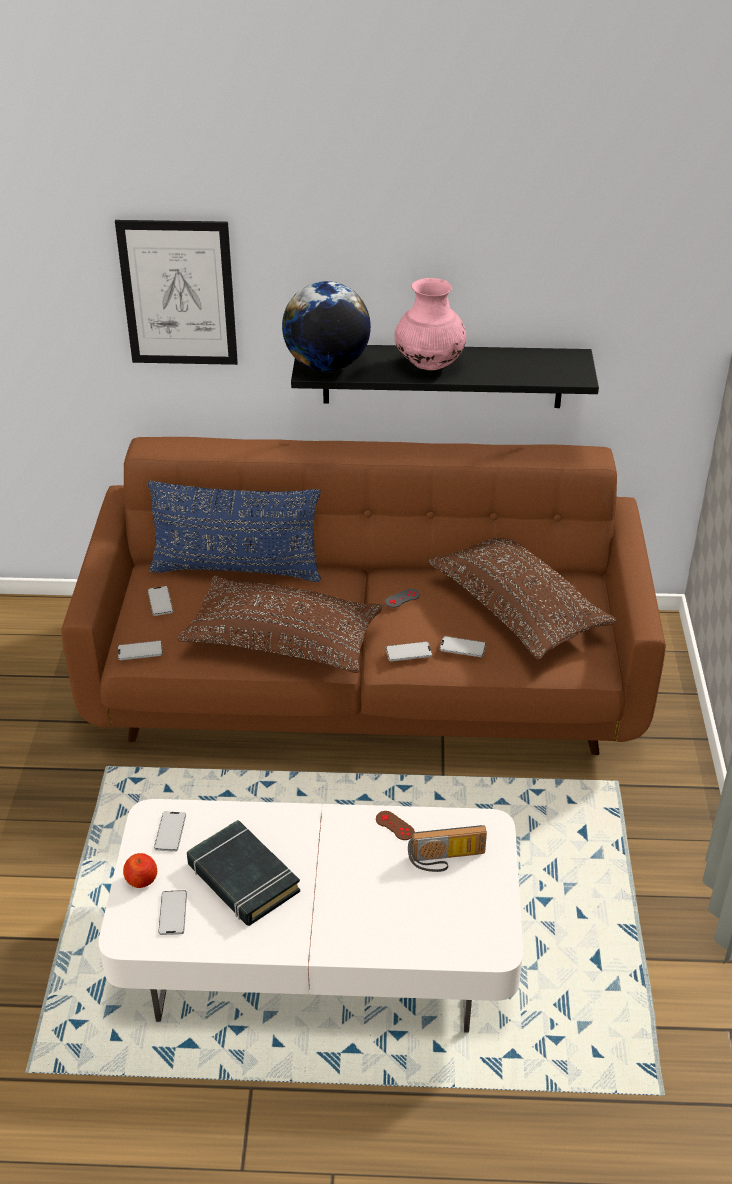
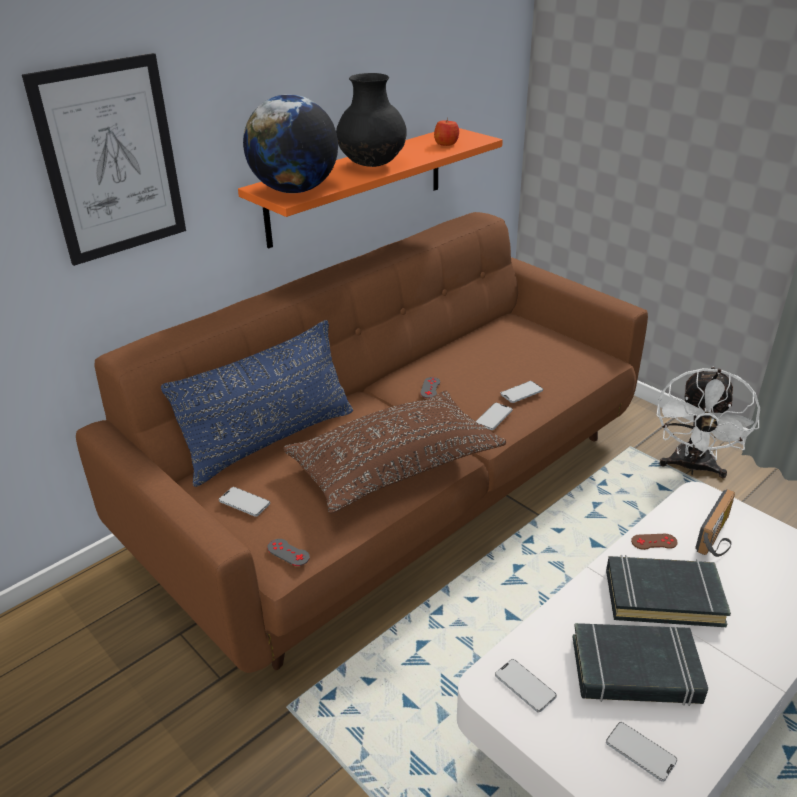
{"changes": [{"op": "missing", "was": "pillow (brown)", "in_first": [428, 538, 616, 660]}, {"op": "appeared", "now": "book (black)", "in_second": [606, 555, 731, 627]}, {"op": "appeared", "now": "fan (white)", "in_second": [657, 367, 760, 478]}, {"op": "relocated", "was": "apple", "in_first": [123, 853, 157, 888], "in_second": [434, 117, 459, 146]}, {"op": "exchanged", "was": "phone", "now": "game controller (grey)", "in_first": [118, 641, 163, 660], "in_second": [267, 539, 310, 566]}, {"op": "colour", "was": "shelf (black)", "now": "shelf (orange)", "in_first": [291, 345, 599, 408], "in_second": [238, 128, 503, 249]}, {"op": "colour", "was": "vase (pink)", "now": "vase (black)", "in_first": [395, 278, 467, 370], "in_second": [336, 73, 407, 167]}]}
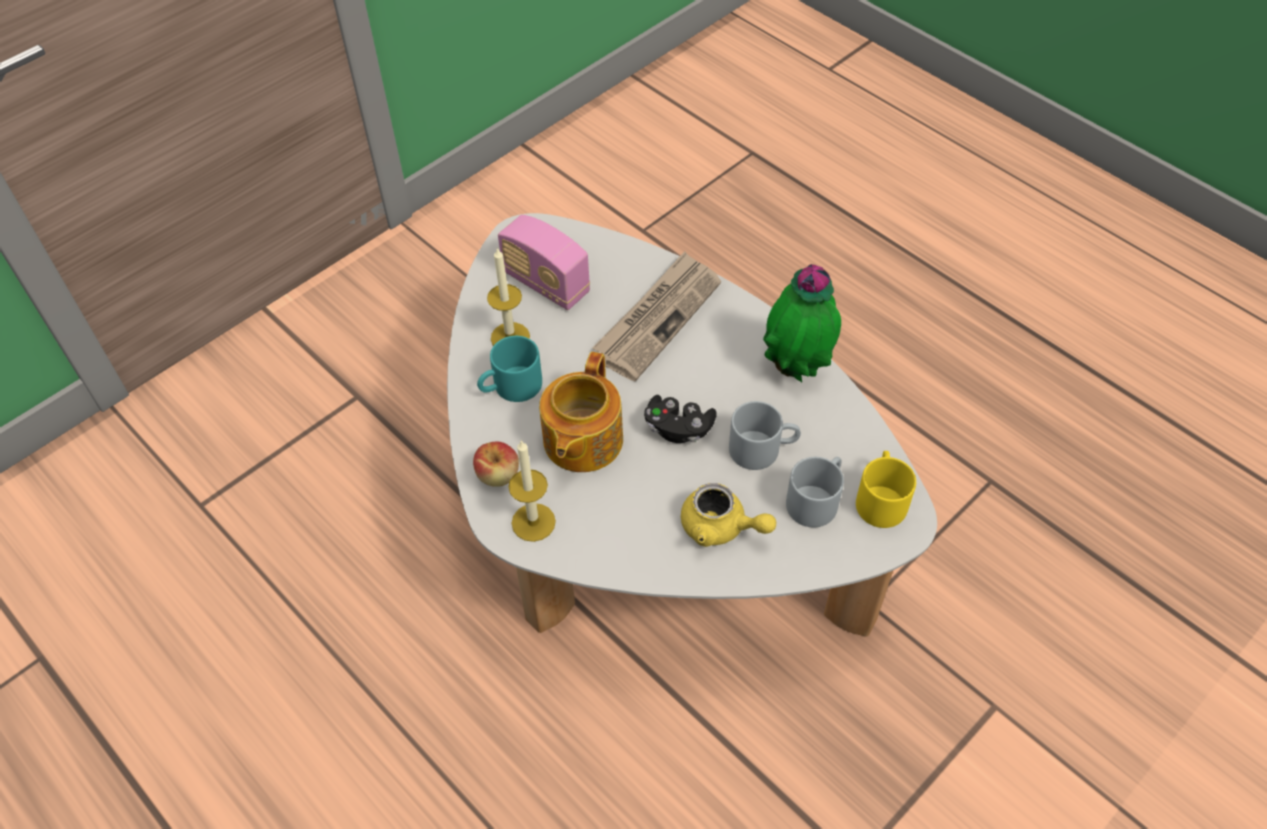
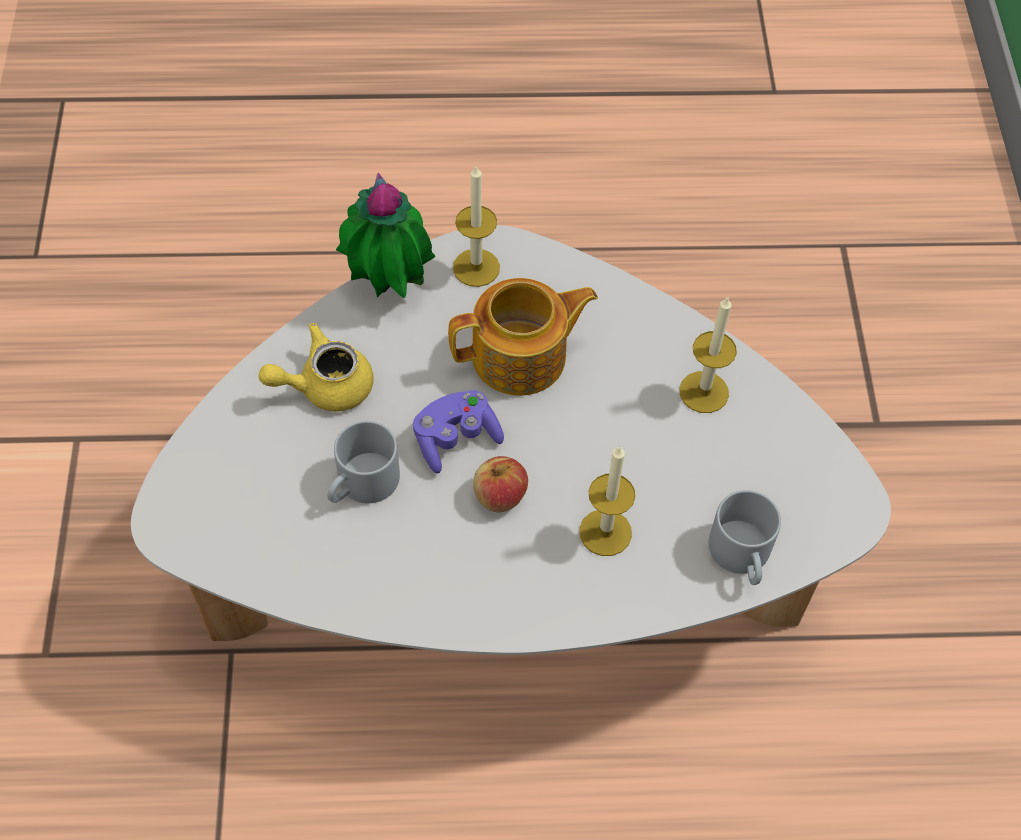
{"changes": [{"op": "missing", "was": "mug (turquoise)", "in_first": [477, 336, 542, 402]}, {"op": "missing", "was": "radio", "in_first": [498, 215, 590, 310]}, {"op": "missing", "was": "mug (yellow)", "in_first": [856, 451, 916, 528]}, {"op": "relocated", "was": "apple", "in_first": [473, 442, 519, 487], "in_second": [473, 456, 528, 512]}, {"op": "relocated", "was": "potted plant", "in_first": [763, 264, 841, 382], "in_second": [336, 173, 435, 298]}, {"op": "relocated", "was": "mug (grey)", "in_first": [786, 457, 844, 527], "in_second": [708, 490, 781, 585]}, {"op": "exchanged", "was": "newspaper", "now": "candle", "in_first": [592, 251, 721, 382], "in_second": [579, 446, 635, 556]}, {"op": "colour", "was": "game controller (black)", "now": "game controller (purple)", "in_first": [644, 395, 717, 443], "in_second": [413, 390, 504, 473]}, {"op": "spun", "was": "teapot", "in_first": [539, 352, 623, 472], "in_second": [448, 278, 598, 396], "clockwise": 105}]}
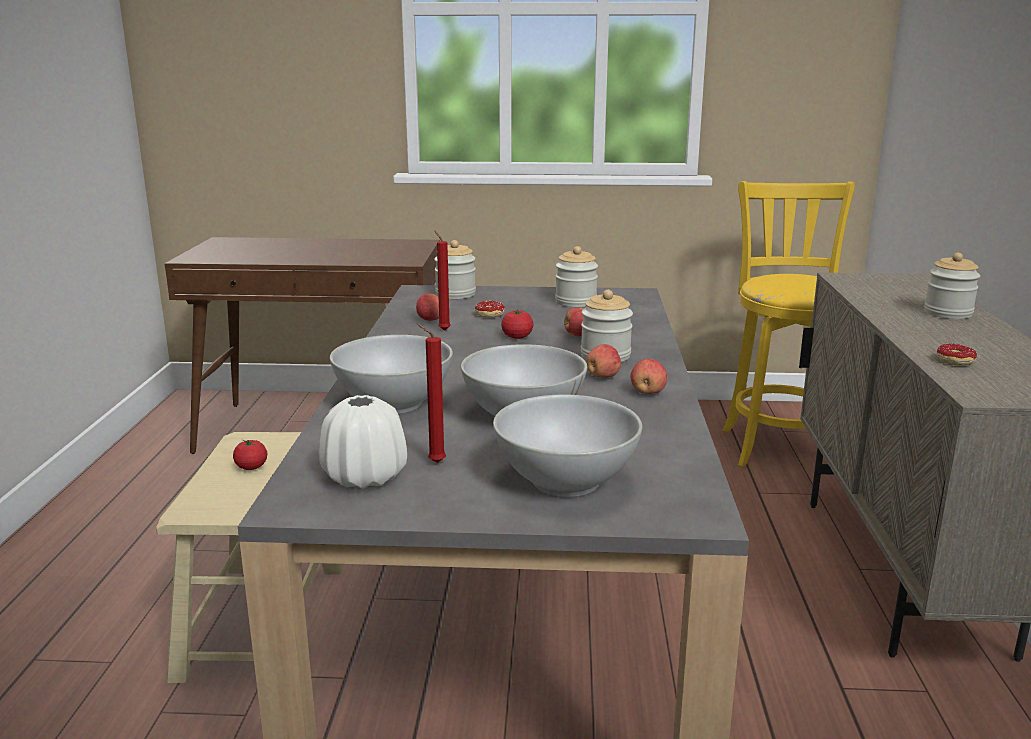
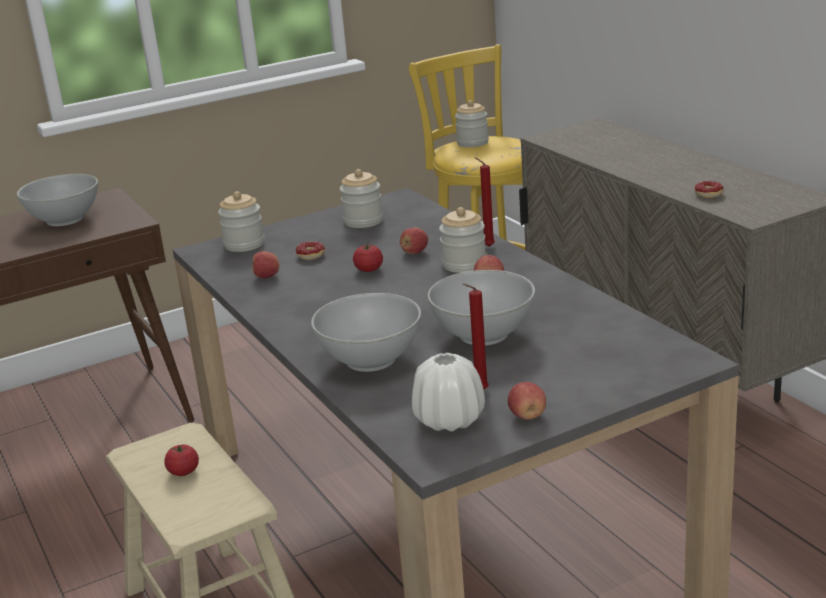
{"changes": [{"op": "relocated", "was": "candle (red)", "in_first": [435, 231, 451, 331], "in_second": [474, 157, 495, 247]}, {"op": "relocated", "was": "bowl (white)", "in_first": [493, 394, 642, 497], "in_second": [17, 174, 98, 226]}, {"op": "relocated", "was": "apple", "in_first": [631, 359, 667, 394], "in_second": [508, 382, 546, 420]}, {"op": "relocated", "was": "jar", "in_first": [924, 253, 980, 319], "in_second": [455, 100, 489, 147]}]}
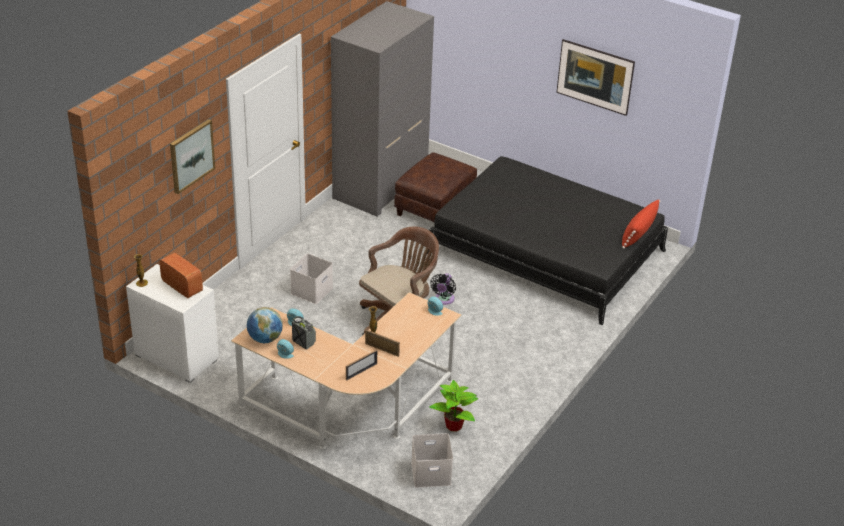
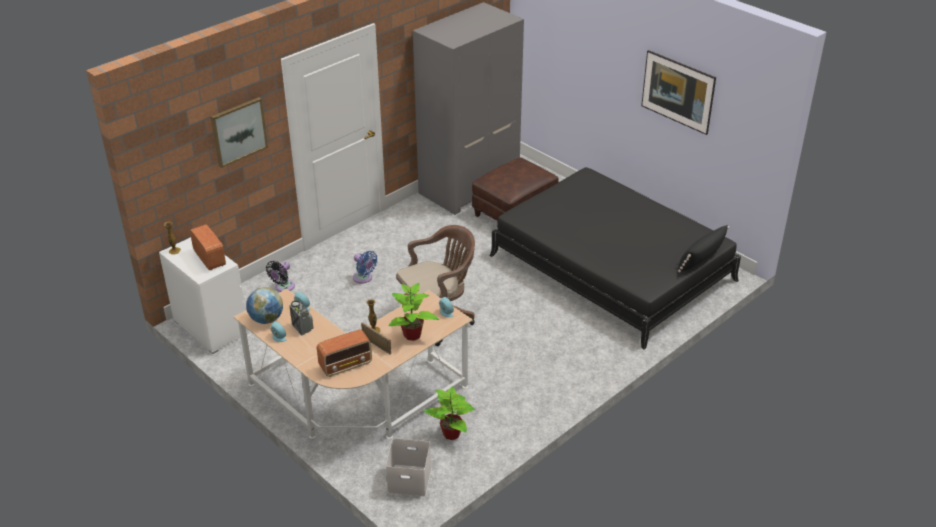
{"changes": [{"op": "appeared", "now": "potted plant", "in_second": [389, 283, 439, 341]}, {"op": "relocated", "was": "fan (black)", "in_first": [430, 273, 456, 305], "in_second": [266, 261, 295, 292]}, {"op": "exchanged", "was": "storage box (white)", "now": "fan (blue)", "in_first": [290, 253, 333, 304], "in_second": [353, 251, 378, 284]}, {"op": "exchanged", "was": "picture frame", "now": "radio", "in_first": [346, 350, 377, 381], "in_second": [317, 329, 372, 377]}, {"op": "colour", "was": "pillow (red)", "now": "pillow (black)", "in_first": [622, 200, 661, 249], "in_second": [678, 225, 729, 272]}]}
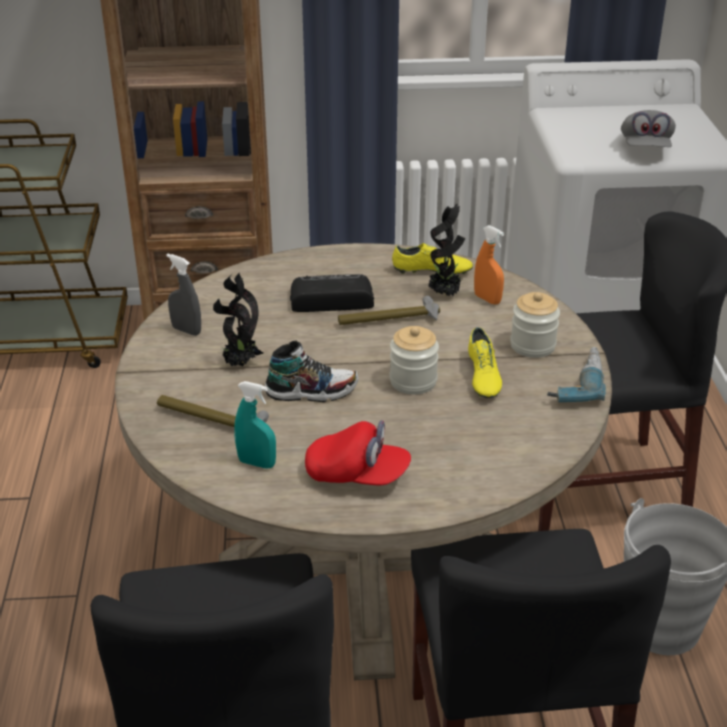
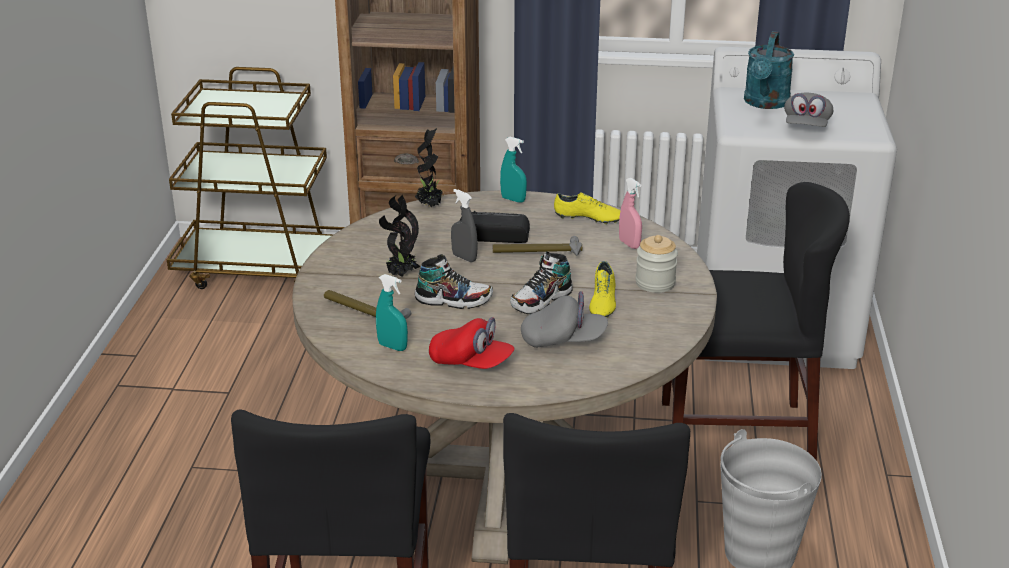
{"changes": [{"op": "missing", "was": "power drill", "in_first": [547, 347, 606, 402]}, {"op": "appeared", "now": "spray bottle (turquoise)", "in_second": [500, 137, 527, 203]}, {"op": "appeared", "now": "cap (grey)", "in_second": [521, 291, 608, 348]}, {"op": "appeared", "now": "watering can (turquoise)", "in_second": [744, 31, 794, 109]}, {"op": "relocated", "was": "spray bottle (grey)", "in_first": [166, 254, 201, 336], "in_second": [451, 189, 478, 262]}, {"op": "relocated", "was": "potted plant", "in_first": [428, 204, 465, 296], "in_second": [415, 128, 443, 207]}, {"op": "exchanged", "was": "jar", "now": "shoe", "in_first": [390, 326, 439, 395], "in_second": [510, 252, 573, 314]}, {"op": "colour", "was": "spray bottle (orange)", "now": "spray bottle (pink)", "in_first": [474, 225, 504, 305], "in_second": [619, 178, 642, 249]}]}
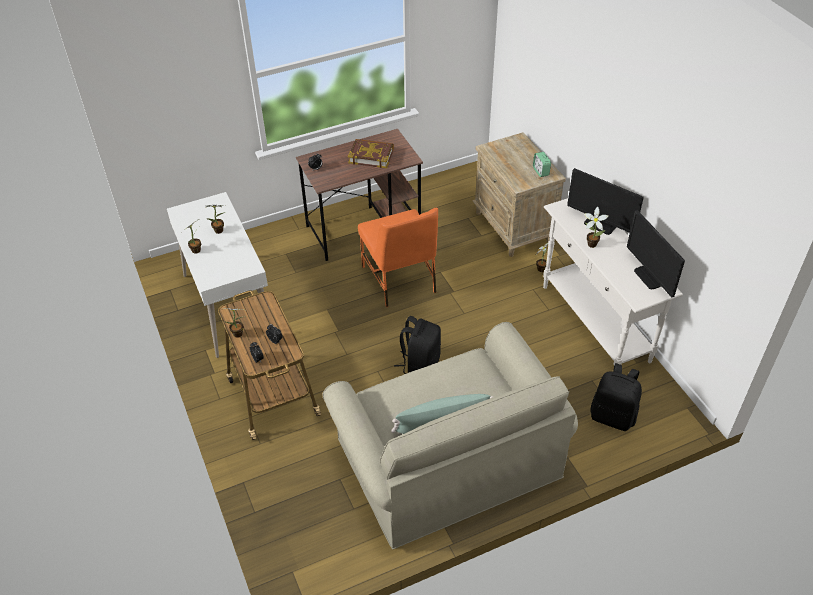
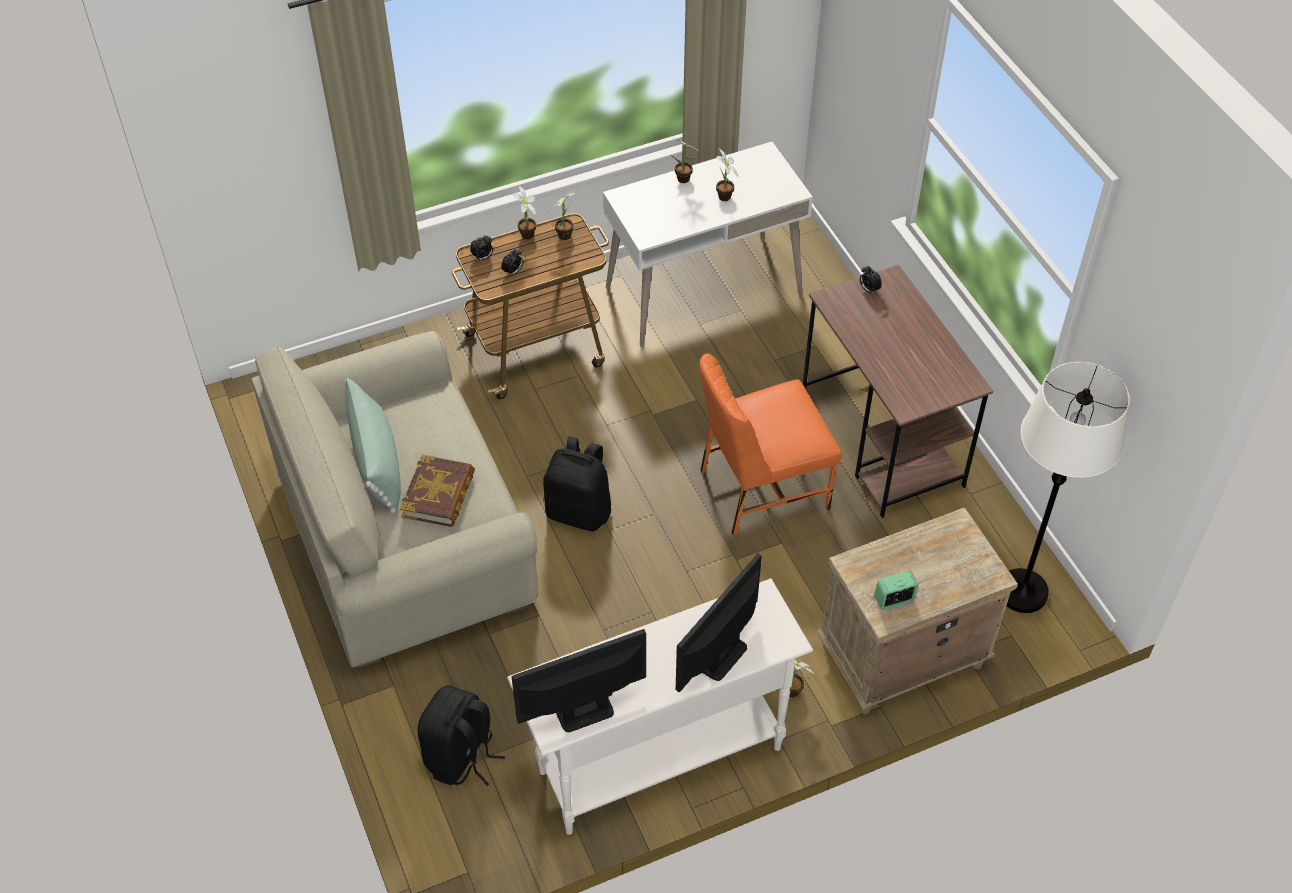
{"changes": [{"op": "appeared", "now": "floor lamp (white)", "in_second": [1007, 362, 1130, 613]}, {"op": "relocated", "was": "book", "in_first": [348, 139, 394, 168], "in_second": [400, 454, 475, 527]}, {"op": "relocated", "was": "potted plant", "in_first": [585, 207, 608, 248], "in_second": [549, 190, 575, 240]}]}
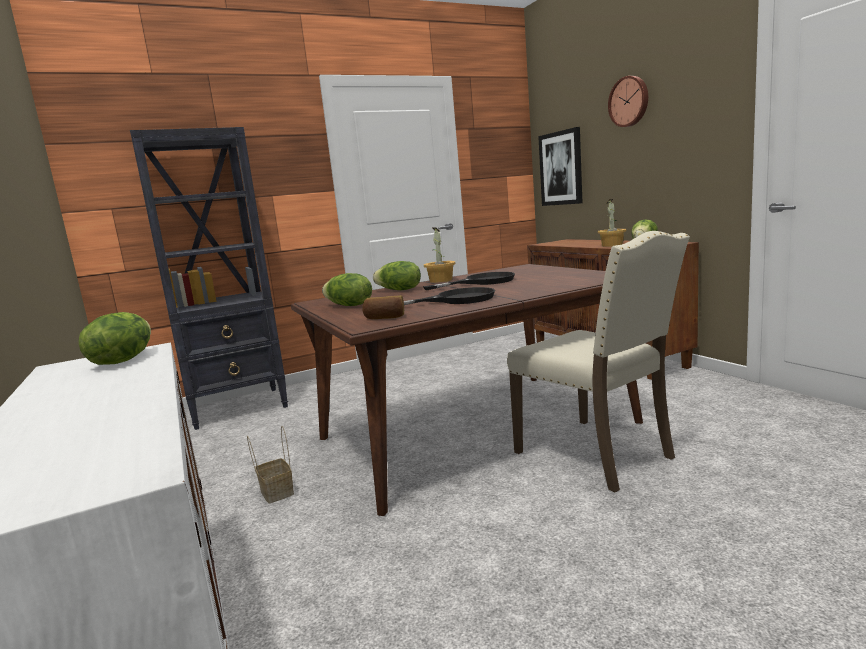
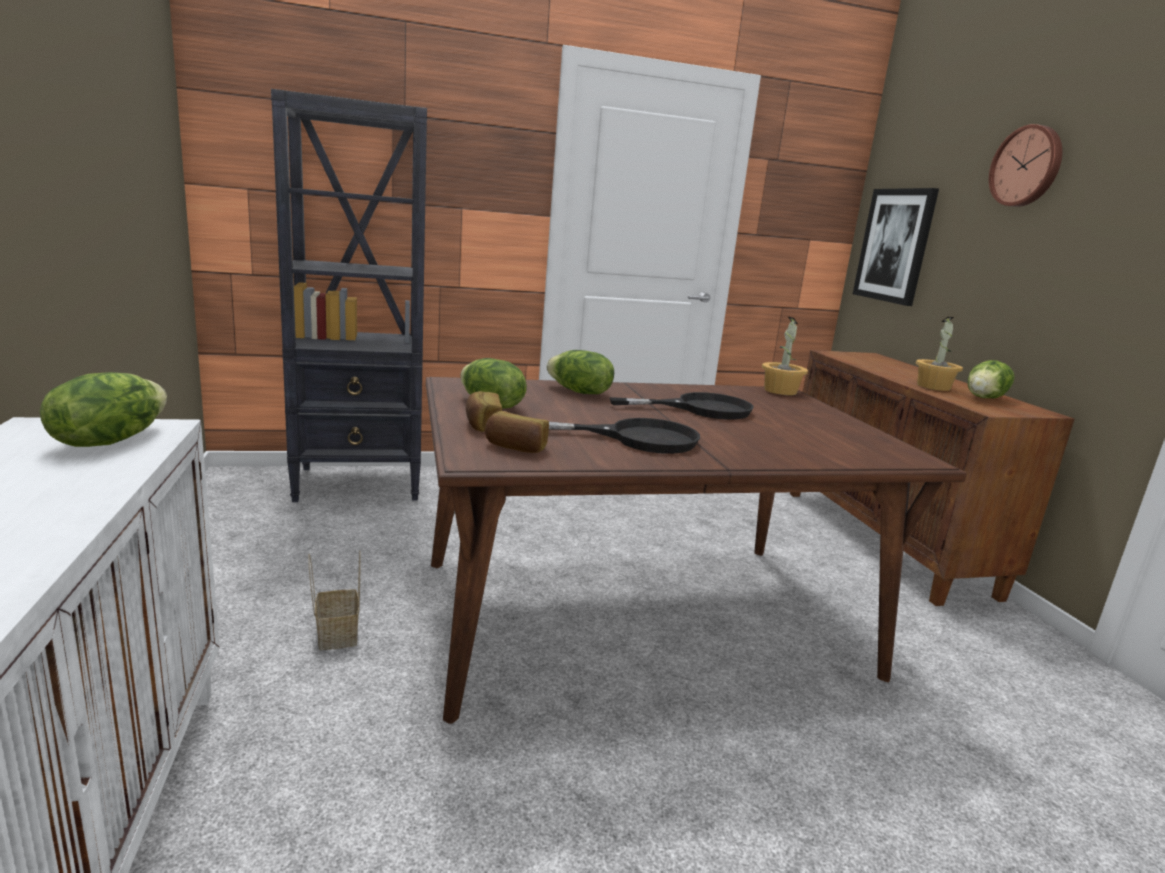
{"changes": [{"op": "missing", "was": "chair (beige)", "in_first": [507, 231, 690, 493]}, {"op": "appeared", "now": "bread", "in_second": [466, 391, 502, 432]}, {"op": "relocated", "was": "potted plant", "in_first": [424, 227, 455, 283], "in_second": [762, 317, 808, 395]}]}
